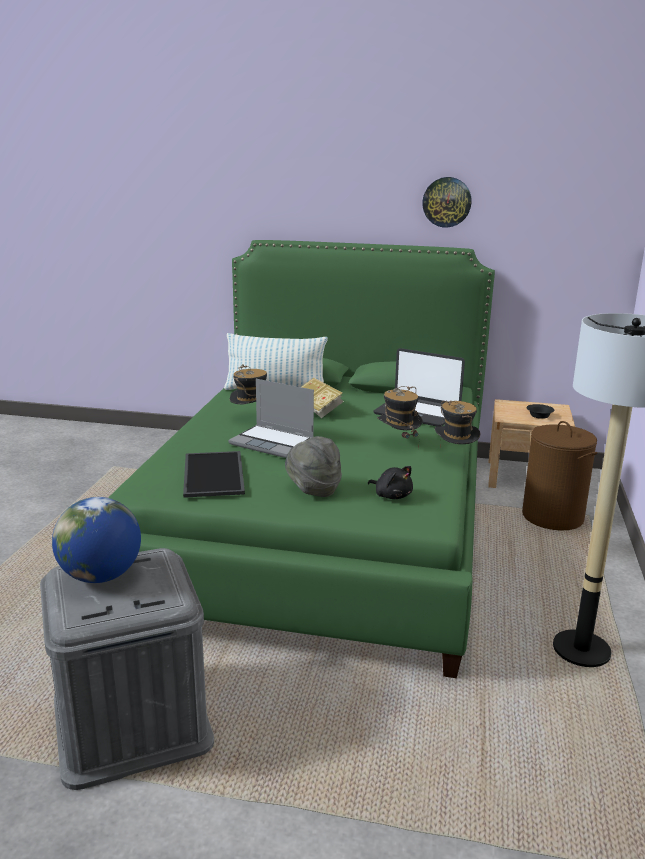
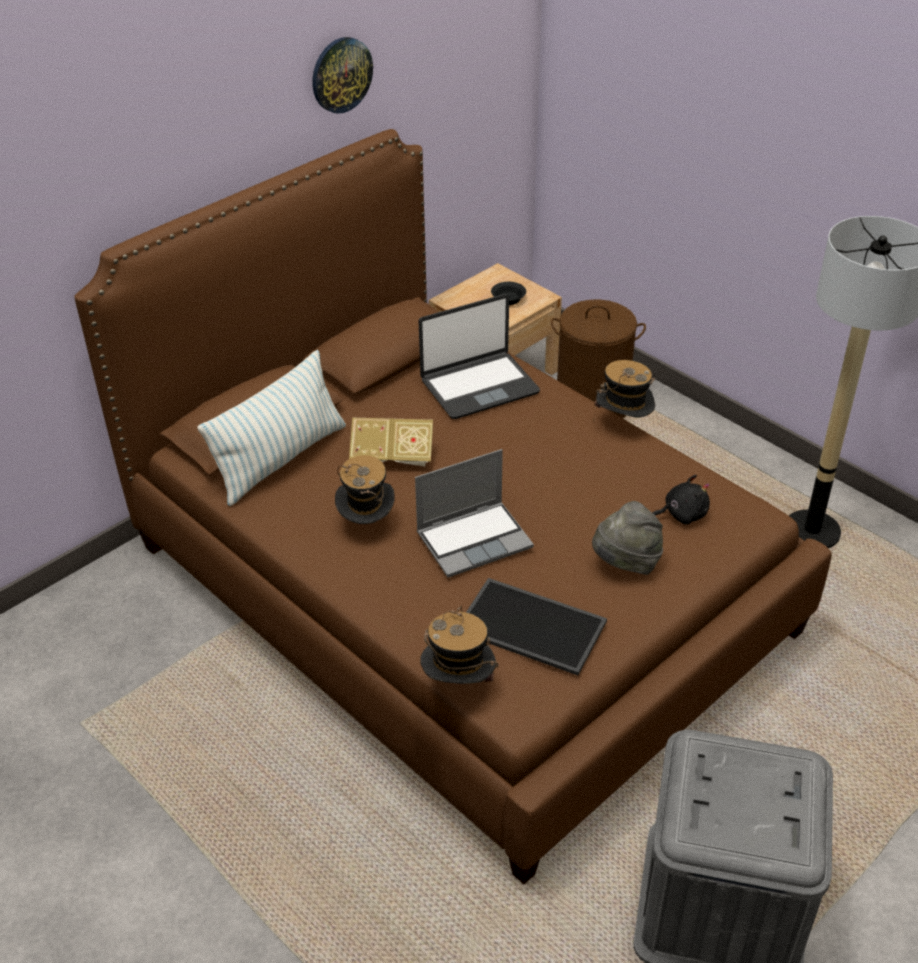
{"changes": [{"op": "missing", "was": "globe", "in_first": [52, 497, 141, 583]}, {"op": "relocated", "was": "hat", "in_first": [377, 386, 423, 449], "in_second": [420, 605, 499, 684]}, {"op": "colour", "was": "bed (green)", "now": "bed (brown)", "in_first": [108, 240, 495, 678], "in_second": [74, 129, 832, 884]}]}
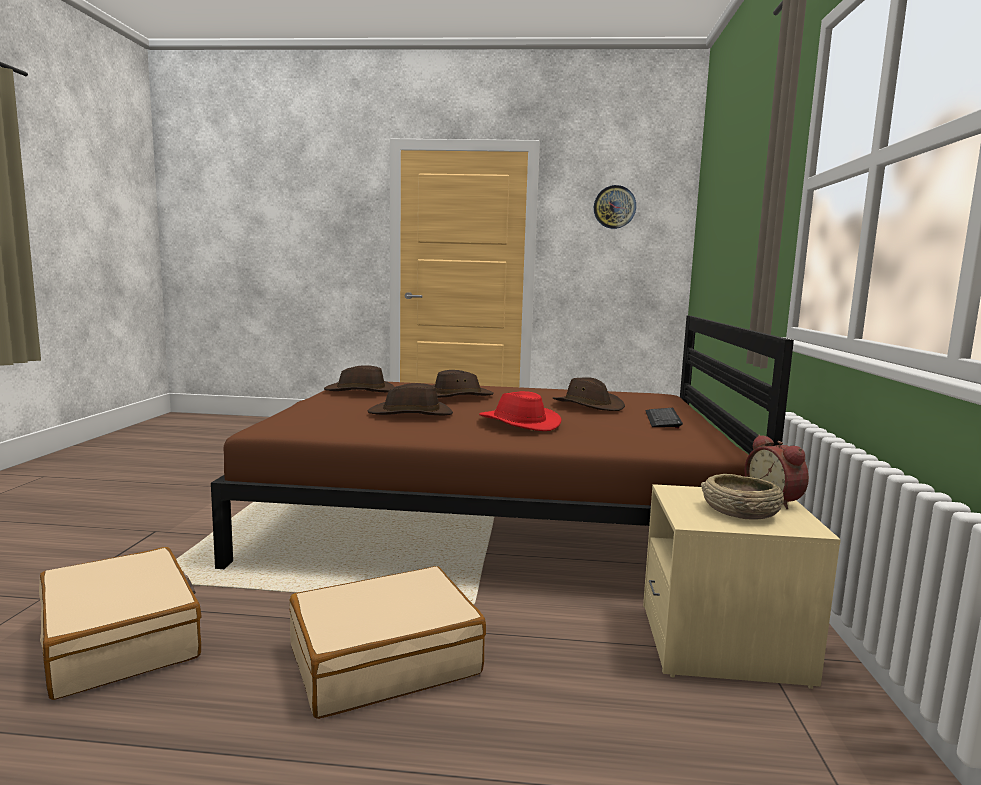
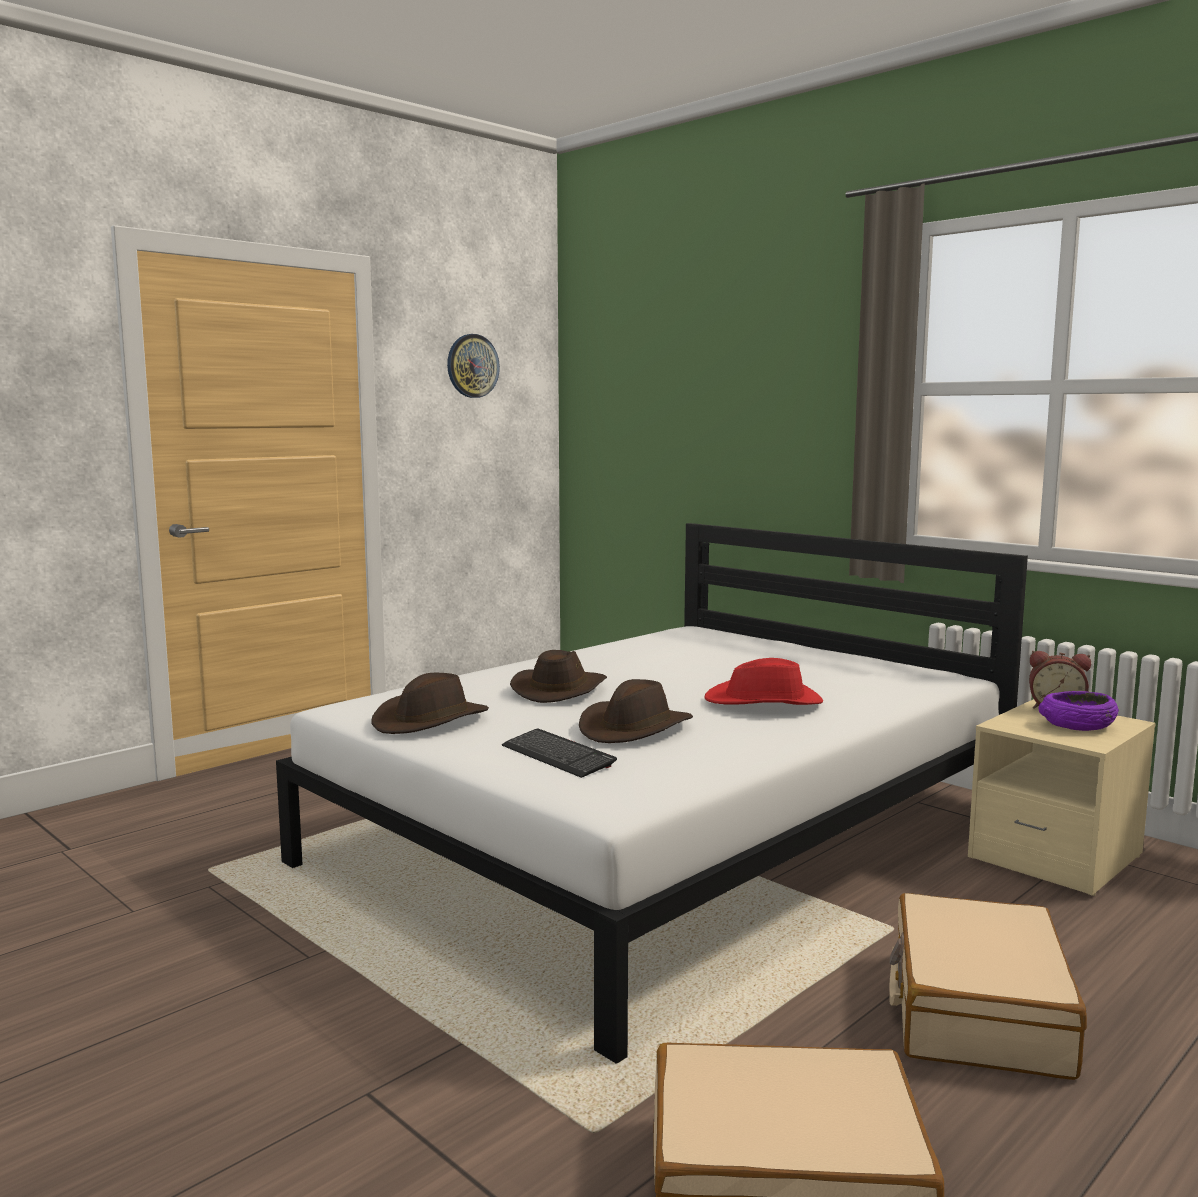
{"changes": [{"op": "missing", "was": "hat (brown)", "in_first": [553, 377, 625, 411]}, {"op": "relocated", "was": "keyboard", "in_first": [646, 408, 683, 428], "in_second": [502, 729, 617, 778]}, {"op": "colour", "was": "bed (brown)", "now": "bed (white)", "in_first": [211, 316, 794, 569], "in_second": [276, 523, 1028, 1064]}, {"op": "colour", "was": "bowl (beige)", "now": "bowl (purple)", "in_first": [701, 474, 784, 519], "in_second": [1038, 691, 1119, 731]}]}
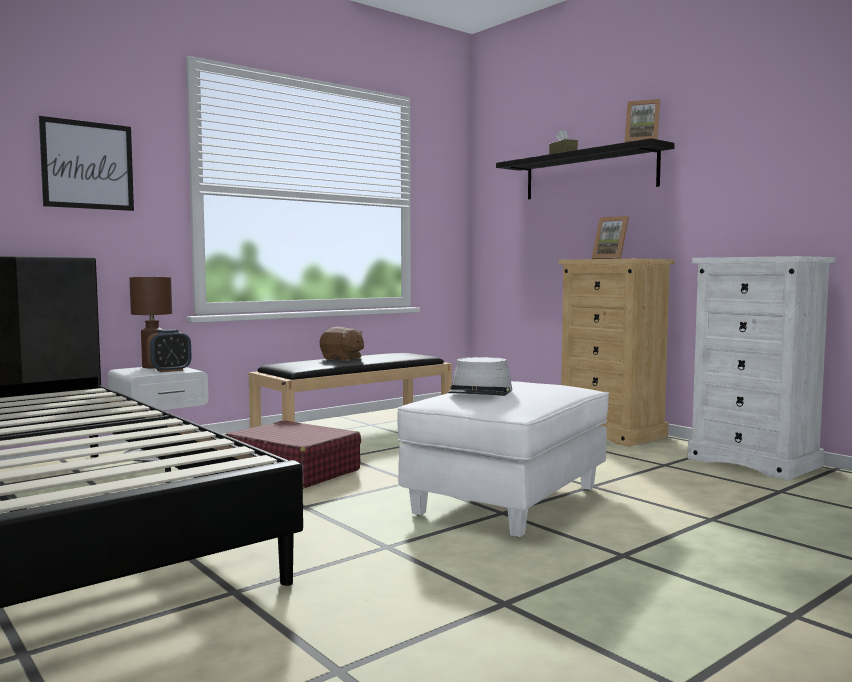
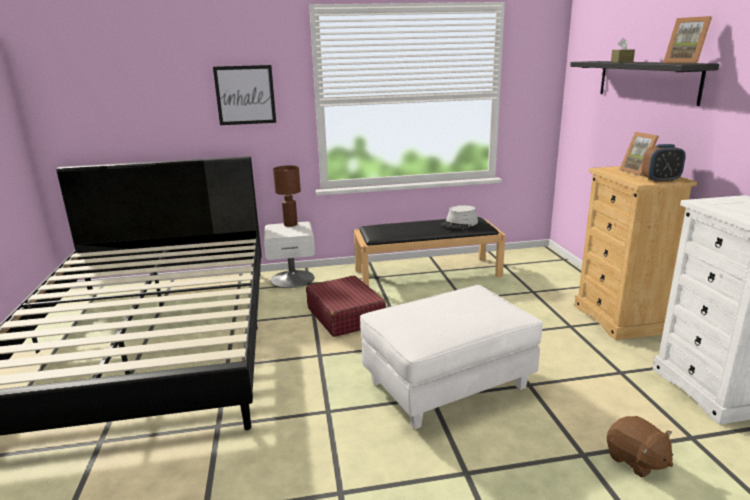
{"changes": [{"op": "relocated", "was": "alarm clock", "in_first": [147, 329, 192, 372], "in_second": [642, 144, 686, 182]}, {"op": "relocated", "was": "plush toy (brown)", "in_first": [320, 327, 364, 361], "in_second": [607, 416, 673, 478]}, {"op": "relocated", "was": "hat (grey)", "in_first": [448, 357, 512, 396], "in_second": [441, 205, 478, 229]}]}
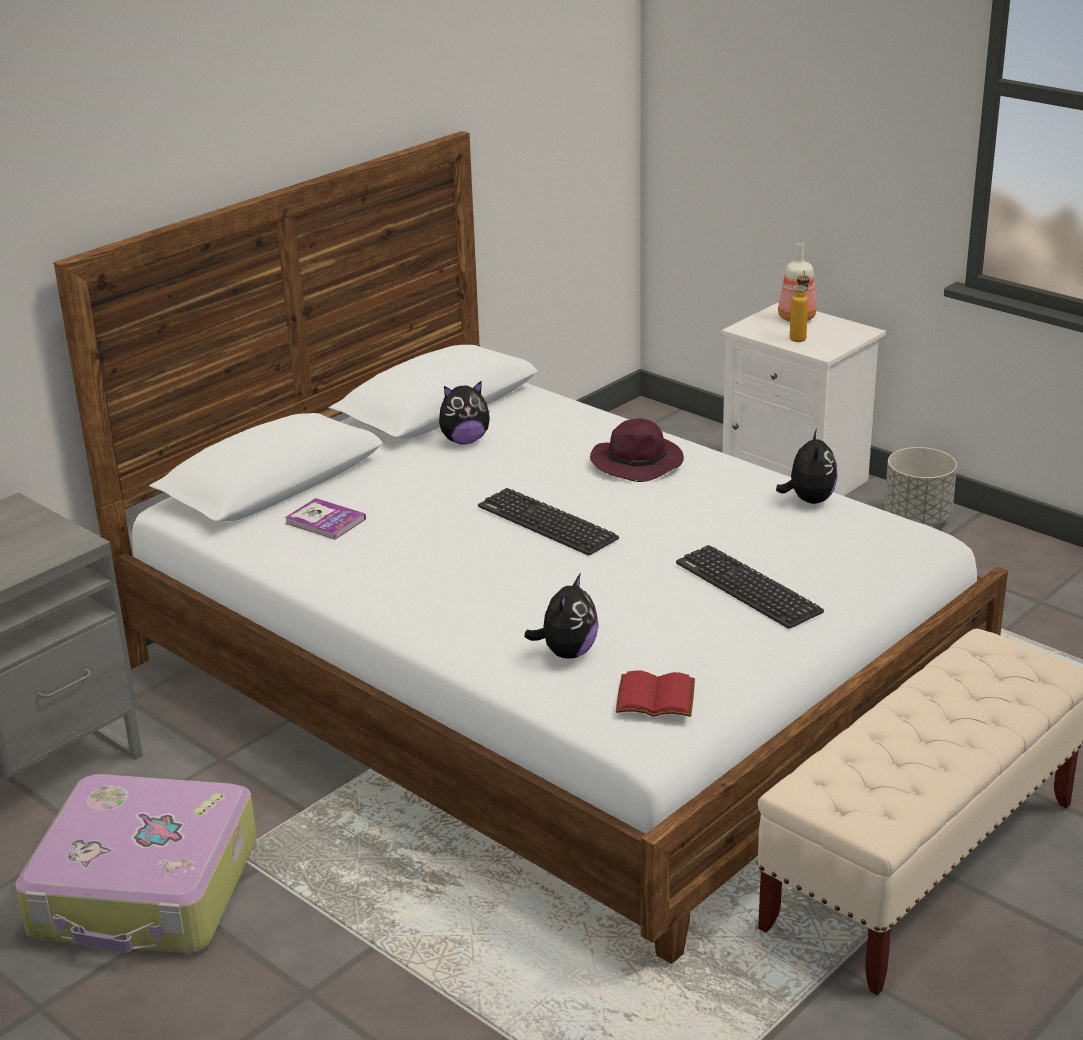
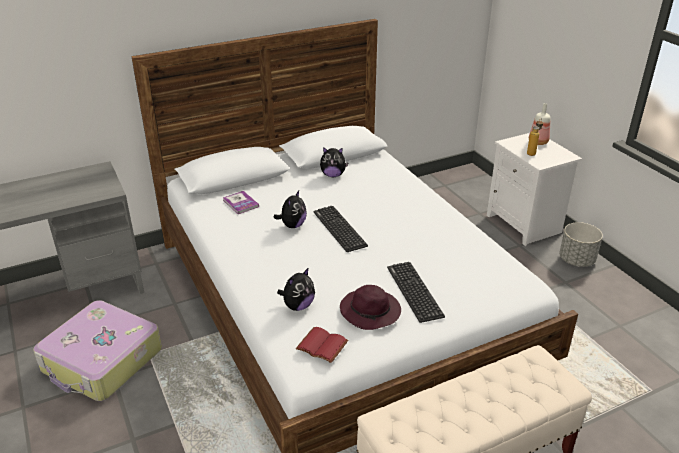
{"changes": [{"op": "relocated", "was": "hat (purple)", "in_first": [590, 418, 684, 482], "in_second": [340, 285, 401, 330]}, {"op": "relocated", "was": "plush toy", "in_first": [776, 429, 838, 504], "in_second": [273, 191, 307, 228]}]}
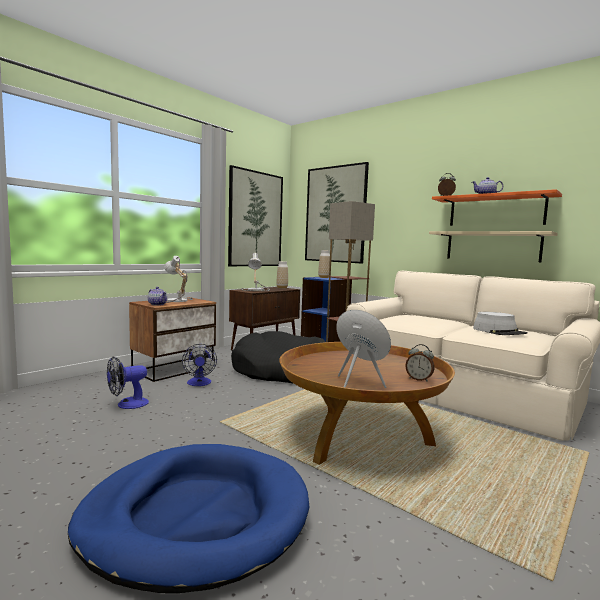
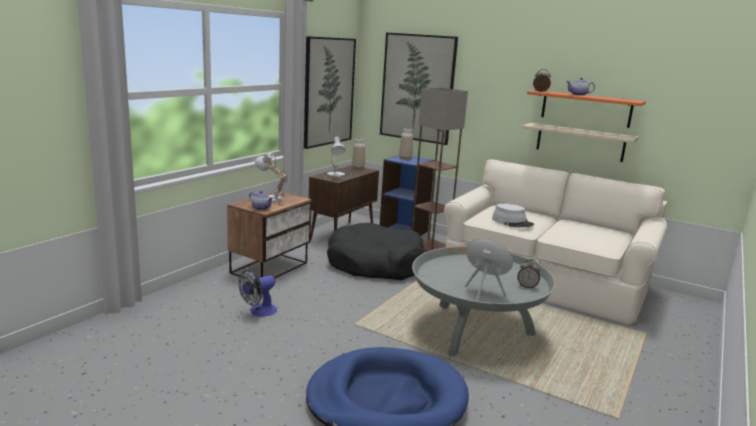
{"changes": [{"op": "missing", "was": "fan", "in_first": [182, 344, 217, 386]}, {"op": "relocated", "was": "hat (grey)", "in_first": [473, 312, 528, 335], "in_second": [492, 203, 534, 227]}, {"op": "colour", "was": "coffee table (brown)", "now": "coffee table (grey)", "in_first": [279, 342, 455, 465], "in_second": [412, 246, 556, 357]}]}
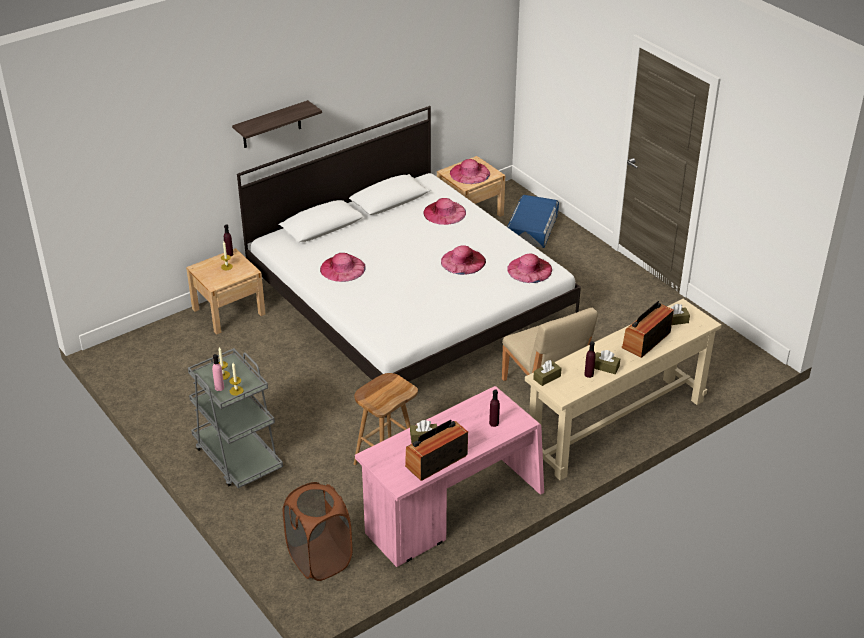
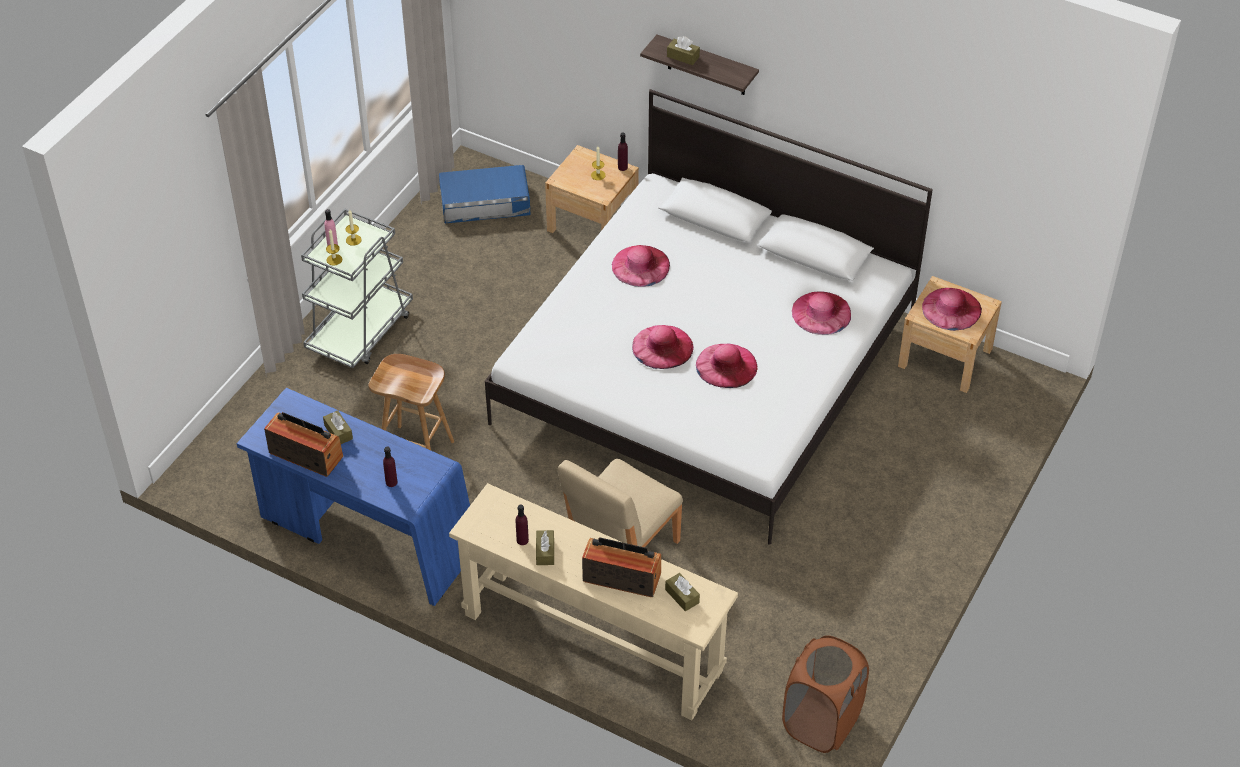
{"changes": [{"op": "relocated", "was": "laundry basket (brown)", "in_first": [283, 482, 353, 581], "in_second": [782, 635, 869, 753]}, {"op": "relocated", "was": "storage box (blue)", "in_first": [507, 195, 559, 248], "in_second": [439, 165, 531, 223]}, {"op": "relocated", "was": "hat (pink)", "in_first": [507, 253, 552, 283], "in_second": [632, 325, 694, 369]}, {"op": "relocated", "was": "tissue box (brown)", "in_first": [533, 360, 562, 386], "in_second": [667, 36, 700, 65]}, {"op": "colour", "was": "desk (pink)", "now": "desk (blue)", "in_first": [355, 386, 544, 567], "in_second": [237, 388, 470, 606]}]}
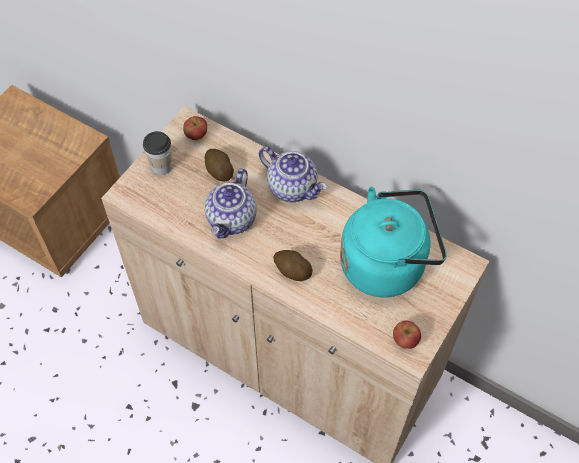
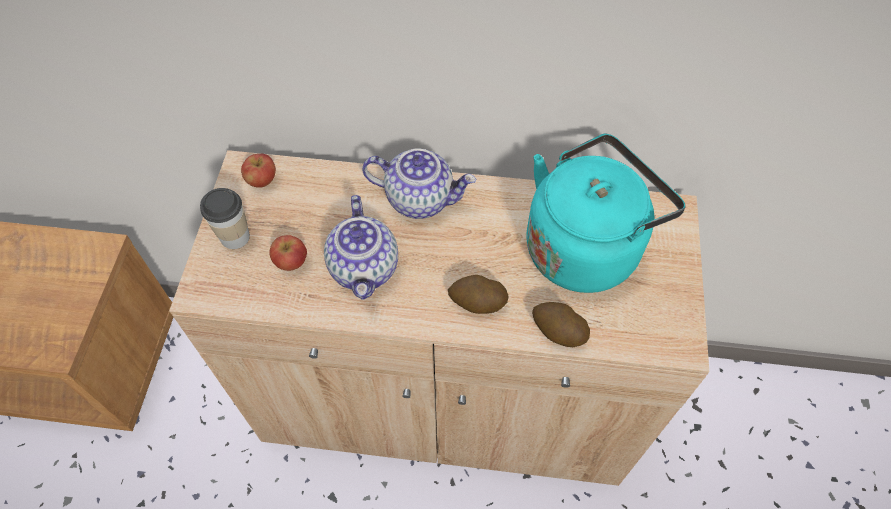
{"changes": [{"op": "relocated", "was": "potato", "in_first": [205, 149, 234, 181], "in_second": [532, 302, 590, 347]}, {"op": "relocated", "was": "apple", "in_first": [393, 320, 421, 349], "in_second": [269, 235, 307, 271]}]}
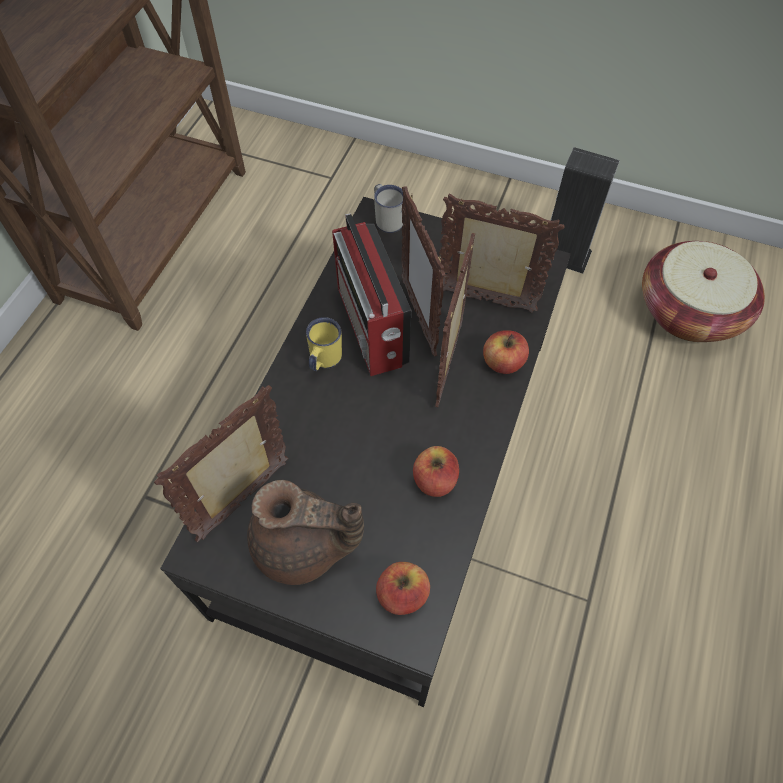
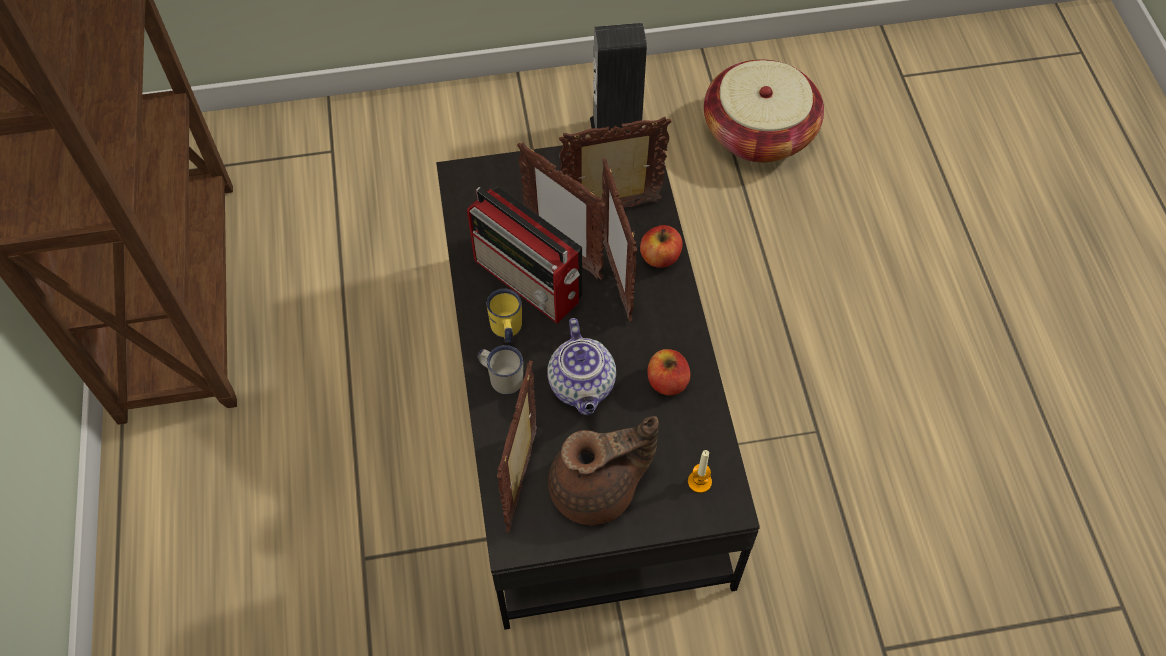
{"changes": [{"op": "appeared", "now": "teapot", "in_second": [547, 318, 616, 415]}, {"op": "relocated", "was": "mug (white)", "in_first": [374, 184, 403, 233], "in_second": [477, 345, 523, 395]}, {"op": "exchanged", "was": "apple", "now": "candle", "in_first": [376, 562, 430, 615], "in_second": [688, 450, 712, 493]}]}
